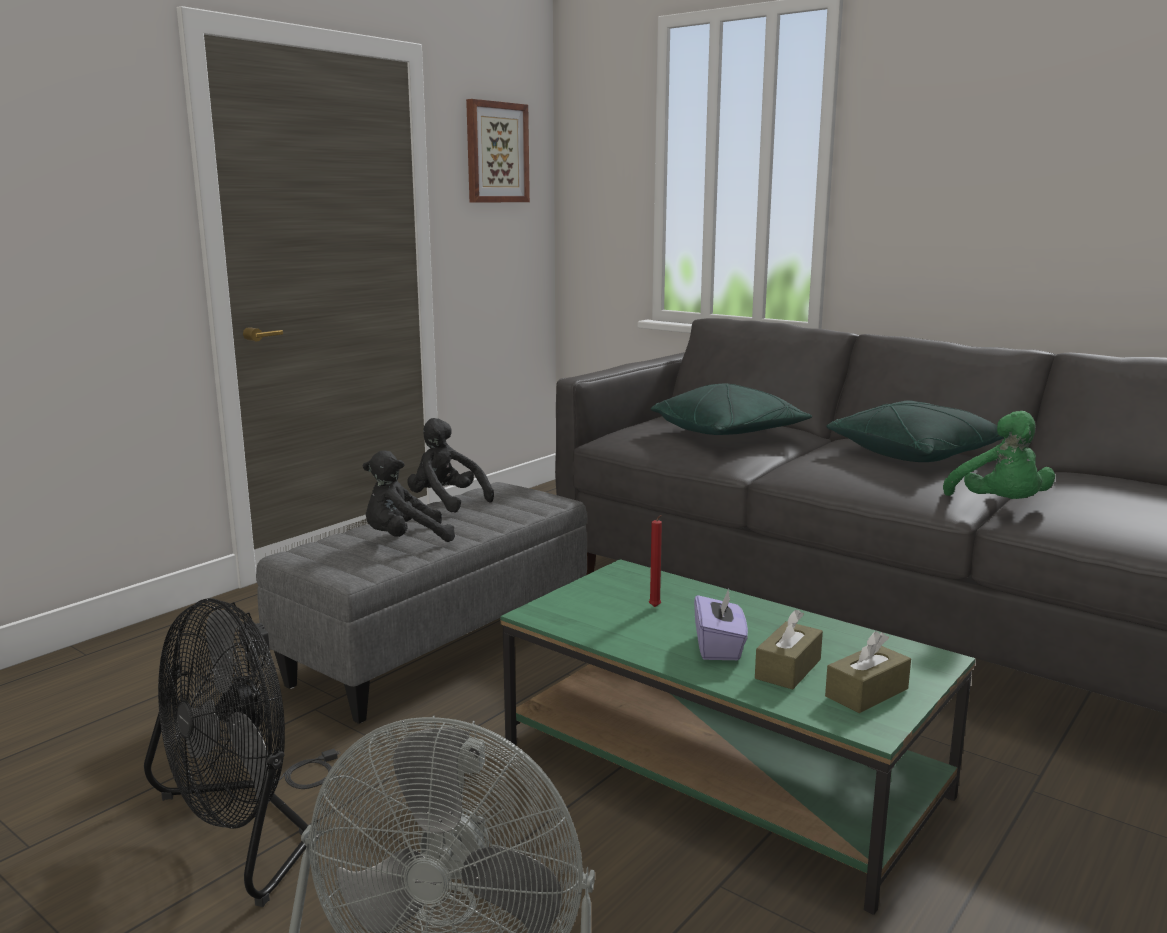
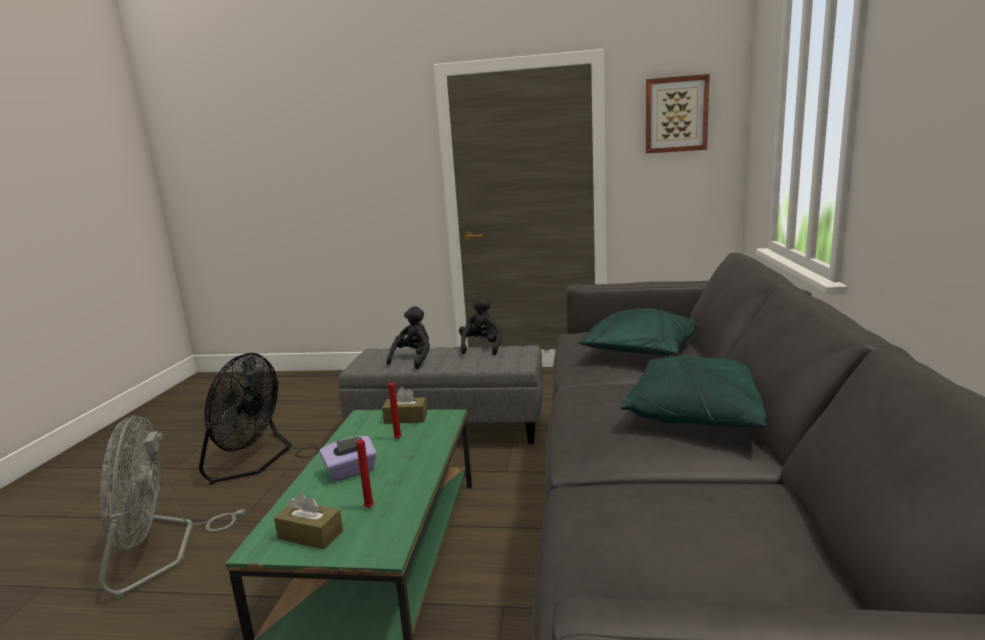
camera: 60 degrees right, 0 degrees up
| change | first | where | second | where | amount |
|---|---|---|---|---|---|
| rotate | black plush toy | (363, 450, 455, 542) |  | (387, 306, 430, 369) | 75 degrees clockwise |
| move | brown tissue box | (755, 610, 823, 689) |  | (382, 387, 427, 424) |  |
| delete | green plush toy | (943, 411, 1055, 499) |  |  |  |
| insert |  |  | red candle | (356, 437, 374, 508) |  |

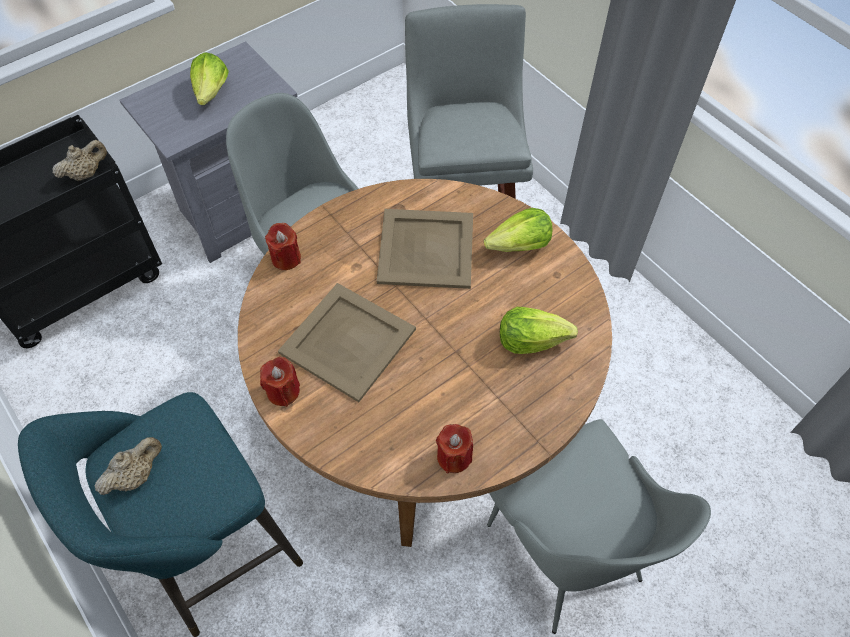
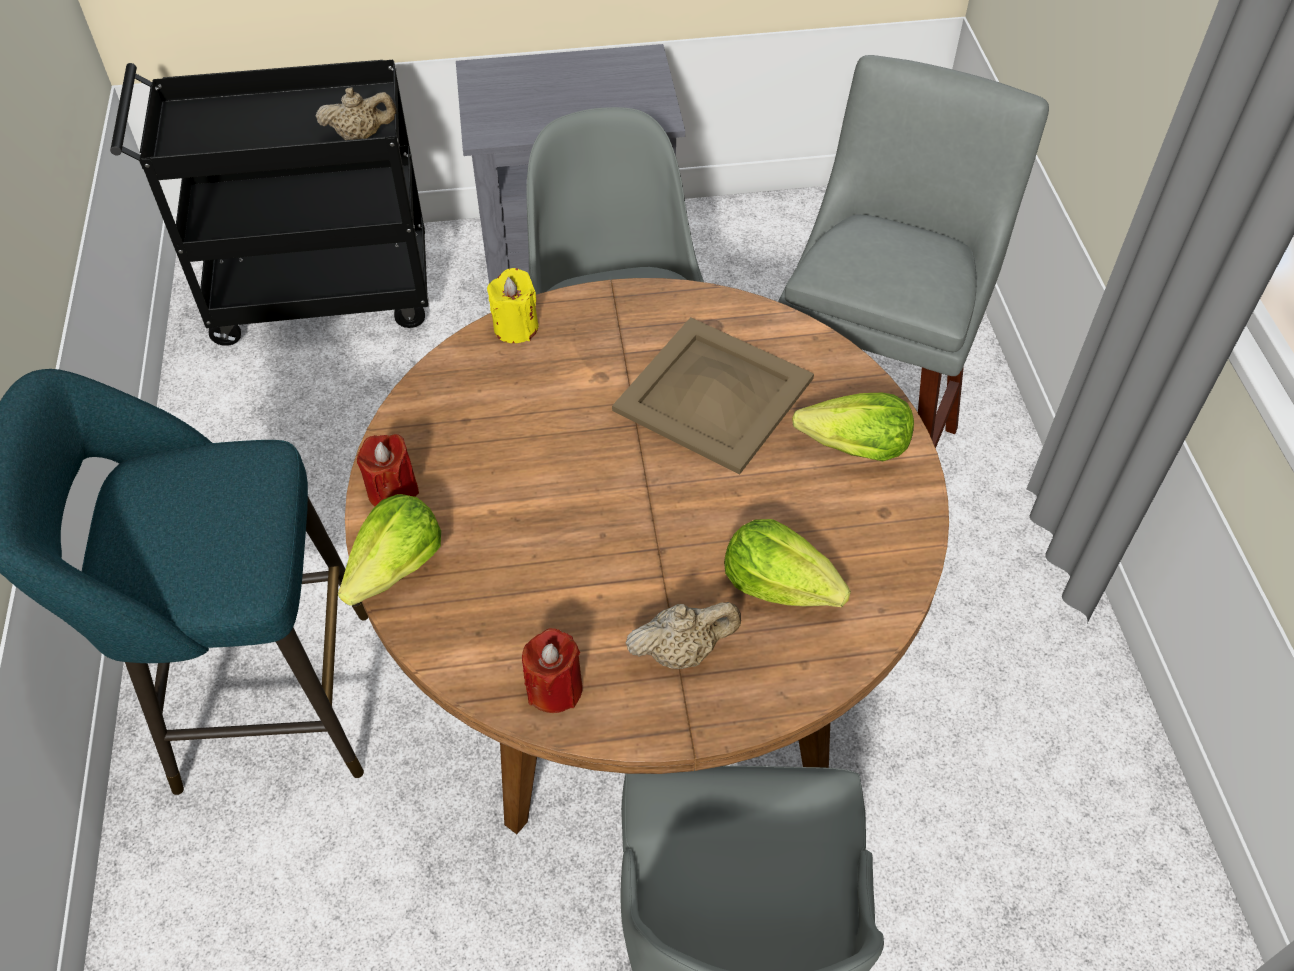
camera: 30 degrees right, 5 degrees down
| change | first | where | second | where | amount |
|---|---|---|---|---|---|
| move | beige teapot | (95, 437, 162, 495) |  | (626, 602, 741, 669) |  |
| move | lettuce | (190, 52, 229, 105) |  | (338, 494, 441, 606) |  |
| recolor | red candle | (265, 223, 301, 270) | yellow candle | (487, 268, 539, 343) |  |
| delete | beige tray | (278, 283, 416, 402) |  |  |  |

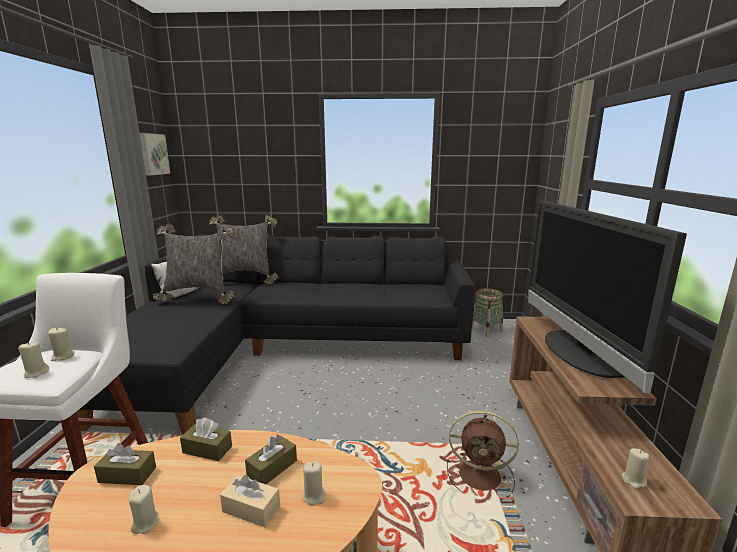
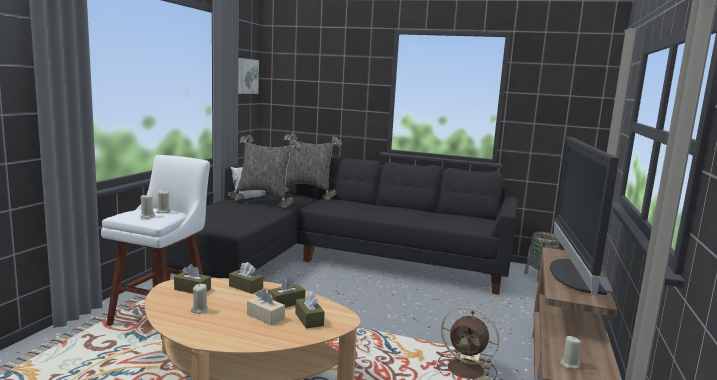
camera: 15 degrees right, 5 degrees down
| change | first | where | second | where | amount |
|---|---|---|---|---|---|
| replace | beige candle | (303, 461, 326, 506) | brown tissue box | (295, 291, 325, 329) |  |

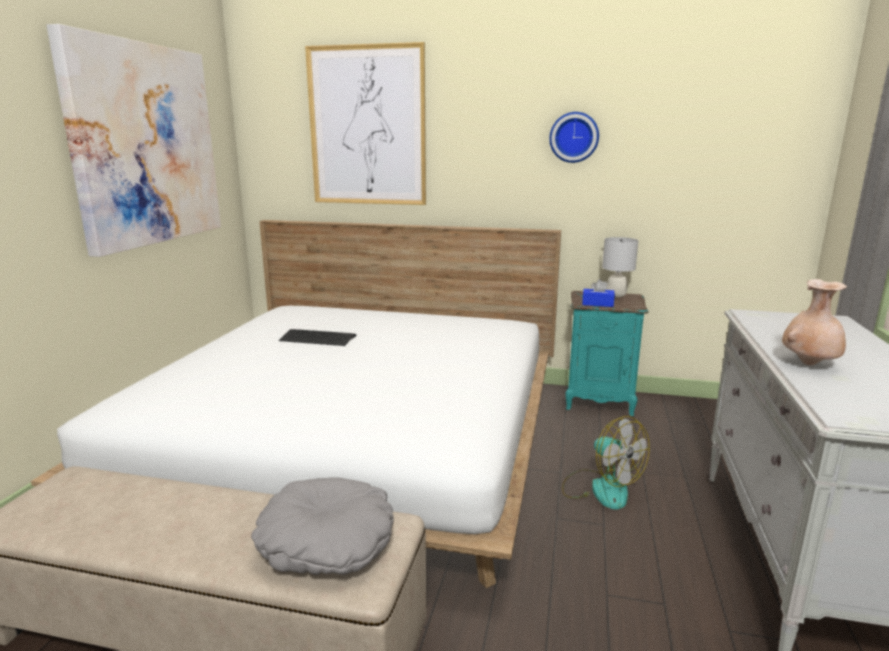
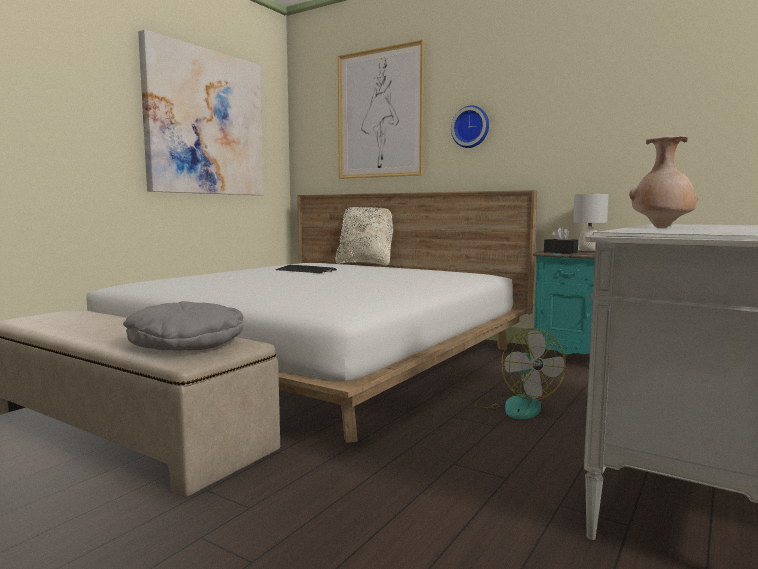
camera: 20 degrees right, 10 degrees down
| change | first | where | second | where | amount |
|---|---|---|---|---|---|
| move | wall clock | (549, 112, 599, 163) |  | (451, 105, 489, 148) |  |
| recolor | blue tissue box | (582, 279, 615, 307) | black tissue box | (544, 227, 578, 254) |  |
| insert |  |  | beige pillow | (335, 207, 394, 265) |  |

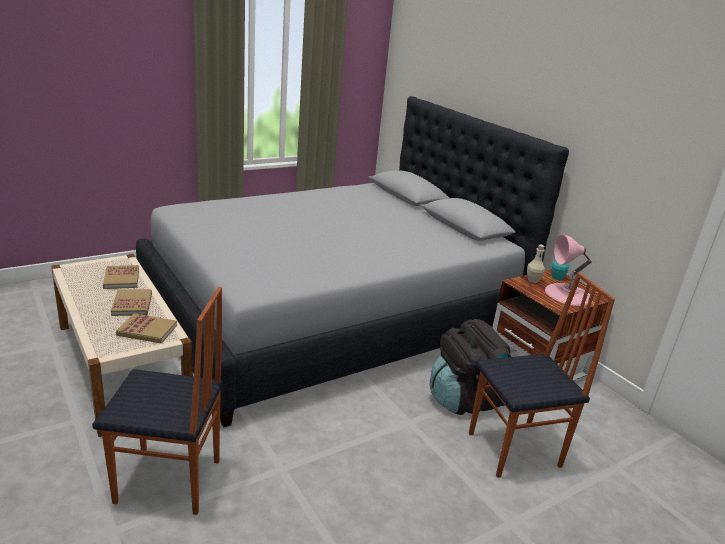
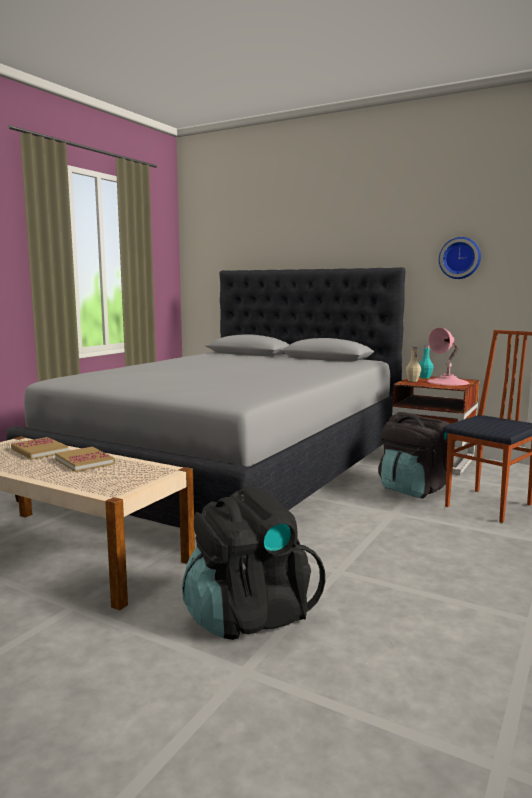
camera: 25 degrees left, 15 degrees down
| change | first | where | second | where | amount |
|---|---|---|---|---|---|
| replace | chair | (92, 287, 223, 515) | black backpack | (182, 486, 325, 640) |  |
| delete | book | (116, 313, 177, 344) |  |  |  |
| insert |  |  | wall clock | (439, 237, 481, 279) |  |

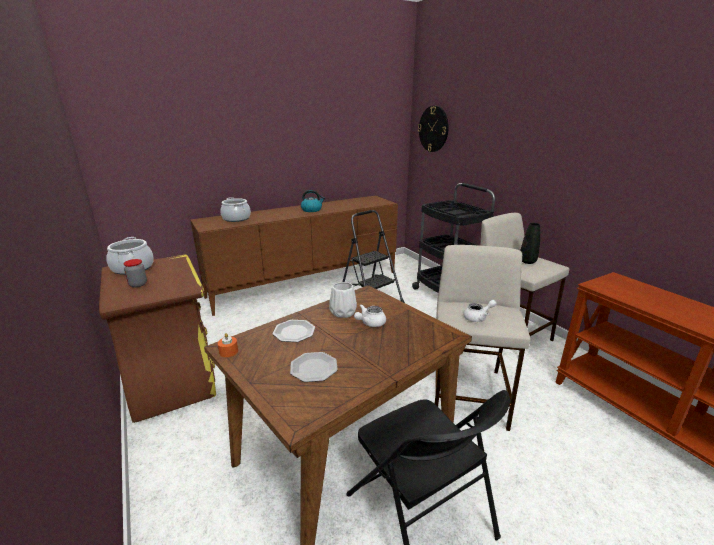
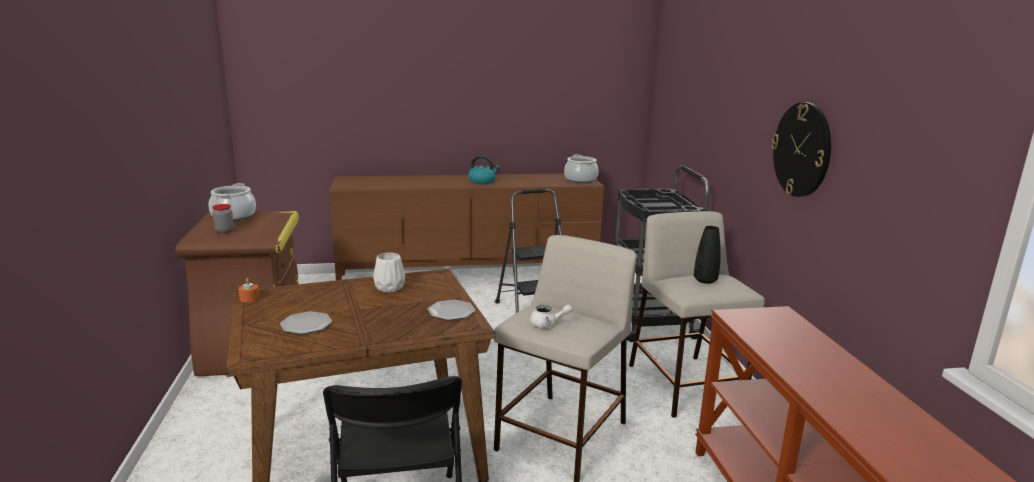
camera: 20 degrees right, 5 degrees down
| change | first | where | second | where | amount |
|---|---|---|---|---|---|
| move | cooking pot | (220, 197, 251, 222) |  | (564, 155, 599, 183) |  |
| move | plate | (273, 320, 315, 342) |  | (428, 300, 475, 320) |  |
| delete | white teapot | (354, 304, 386, 327) |  |  |  |
| move | wall clock | (418, 106, 449, 152) |  | (771, 102, 831, 197) |  |

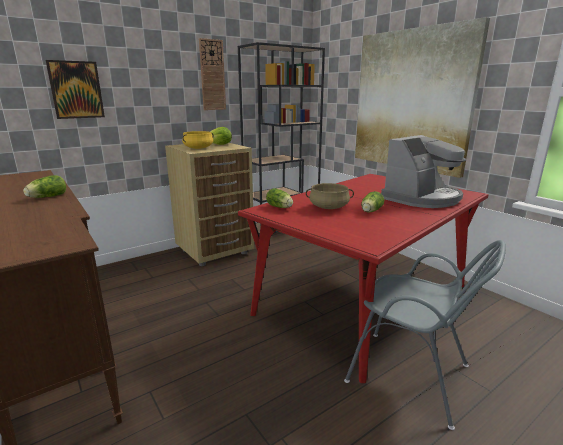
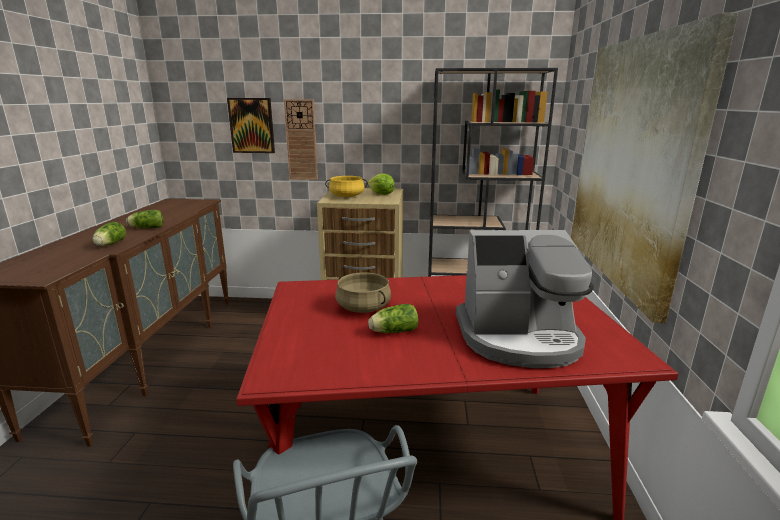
camera: 40 degrees right, 0 degrees up
| change | first | where | second | where | amount |
|---|---|---|---|---|---|
| move | wall clock | (199, 38, 226, 110) |  | (284, 99, 318, 180) |  |
| move | lettuce | (266, 188, 293, 208) |  | (92, 222, 126, 246) |  |

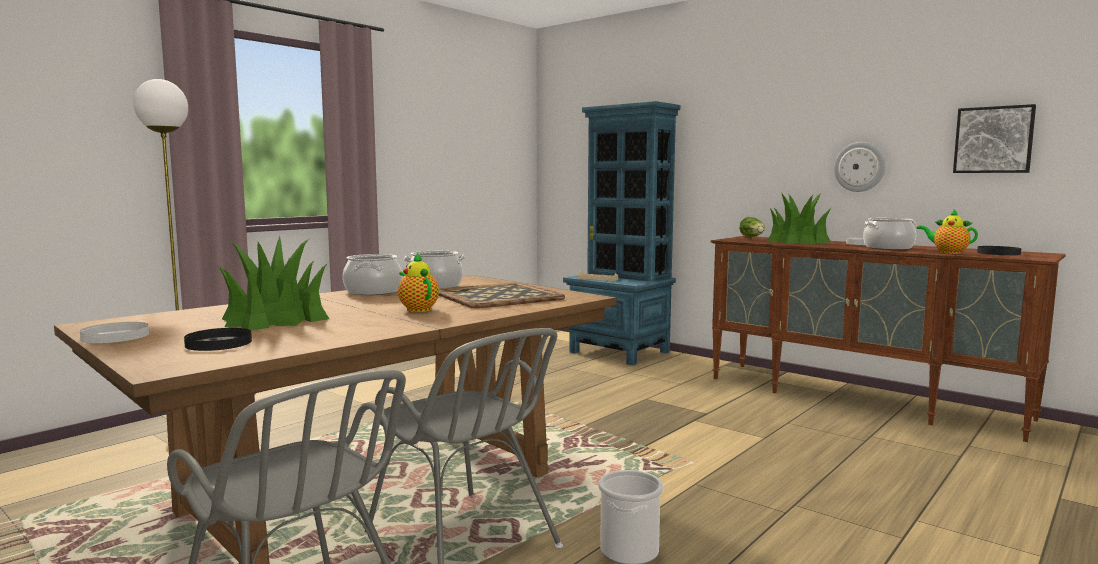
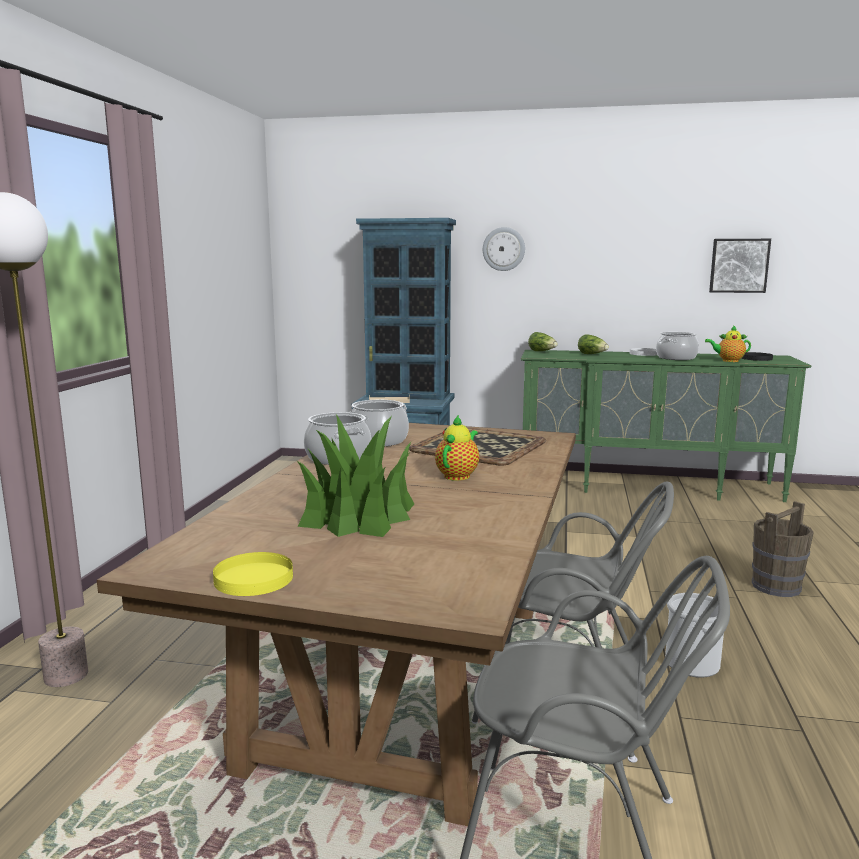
camera: 30 degrees left, 5 degrees up
| change | first | where | second | where | amount |
|---|---|---|---|---|---|
| recolor | white plate | (80, 322, 149, 343) | yellow plate | (213, 552, 293, 596) |  |
| delete | black plate | (184, 328, 252, 351) |  |  |  |
| rotate | teapot | (398, 253, 439, 312) |  | (435, 415, 479, 481) | 90 degrees clockwise |
| recolor | brown cabinet | (711, 236, 1066, 442) | green cabinet | (521, 350, 811, 502) |  |
| replace | potted plant | (767, 192, 831, 245) | lettuce | (578, 334, 609, 354) |  |
| move | wall clock | (834, 142, 886, 192) |  | (483, 227, 525, 271) |  |
| insert |  |  | brown bucket | (752, 501, 814, 597) |  |

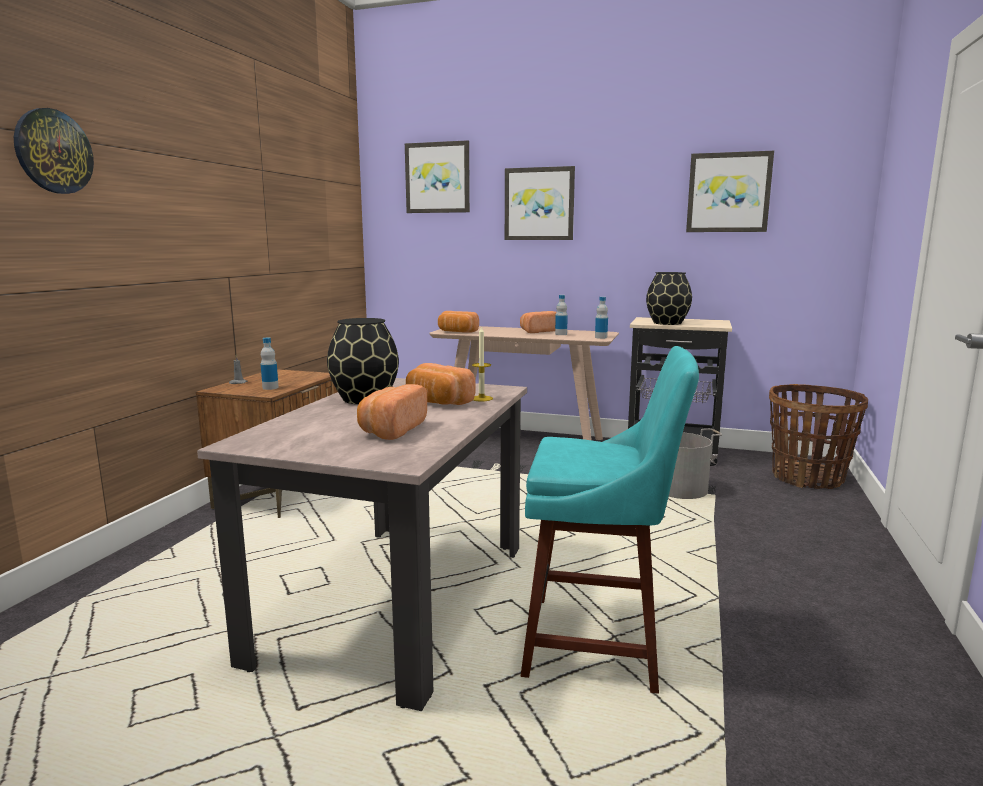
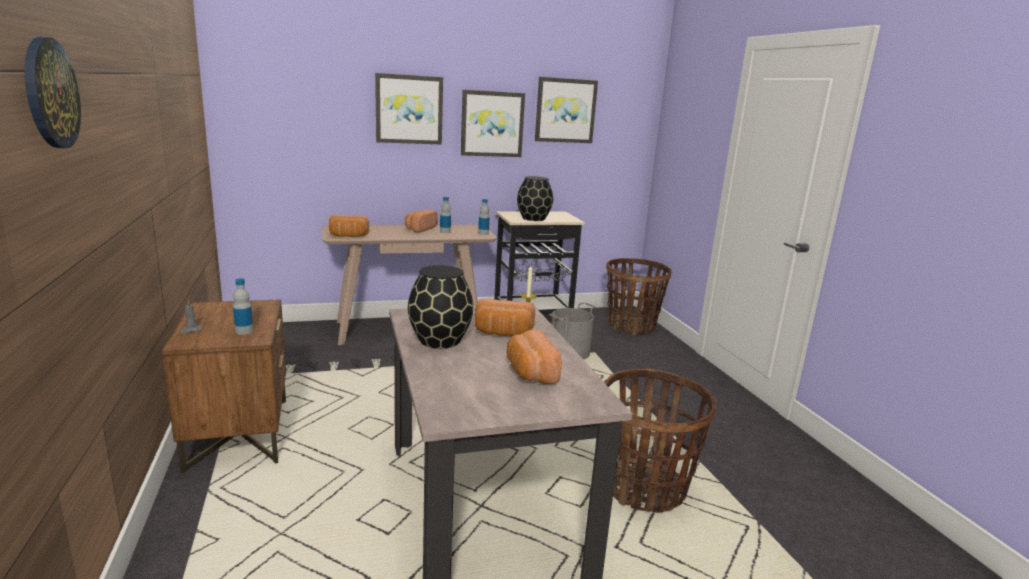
camera: 35 degrees left, 5 degrees up
| change | first | where | second | where | amount |
|---|---|---|---|---|---|
| move | picture | (405, 140, 470, 213) |  | (461, 90, 525, 157) |  |
| replace | turquoise chair | (520, 346, 699, 694) | basket | (604, 369, 717, 513) |  |

